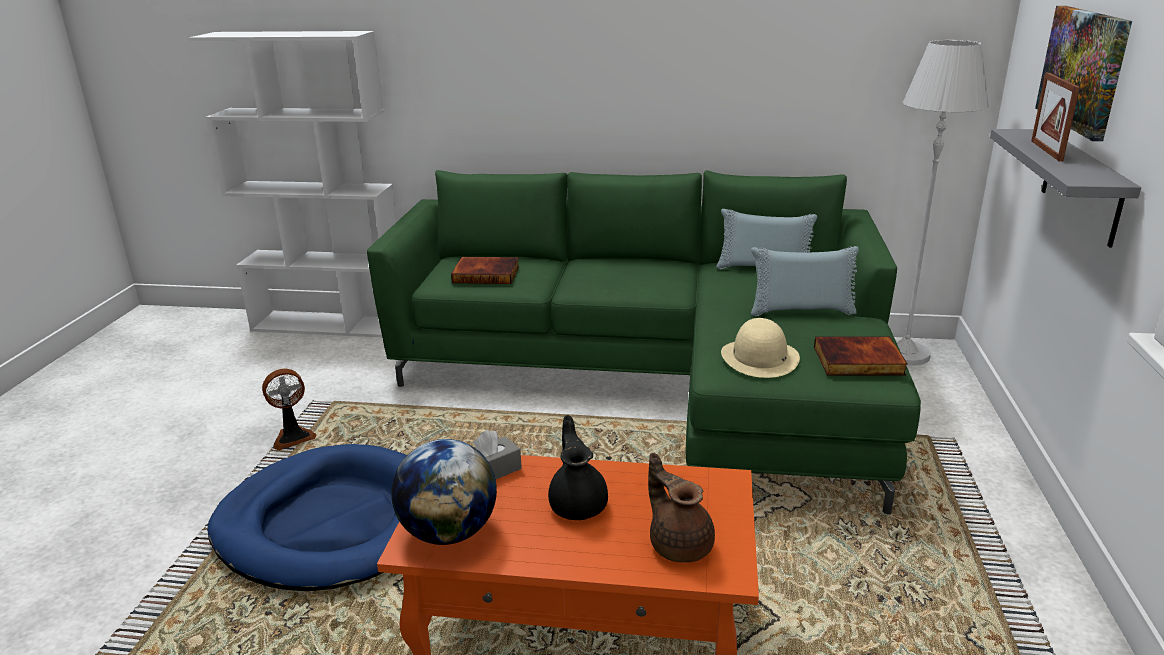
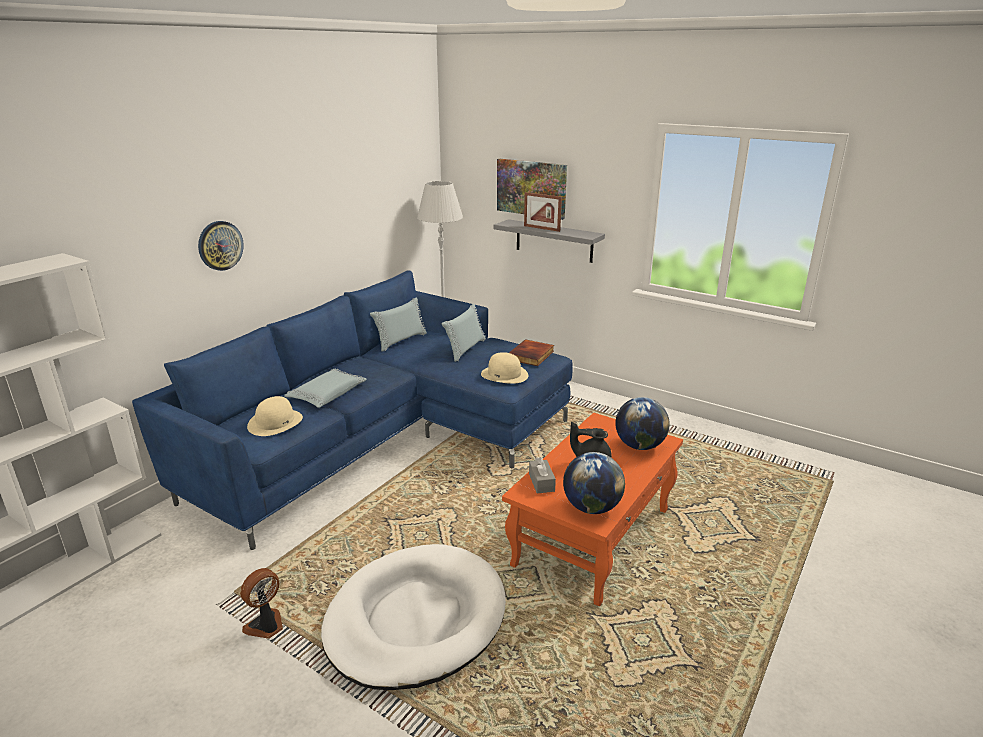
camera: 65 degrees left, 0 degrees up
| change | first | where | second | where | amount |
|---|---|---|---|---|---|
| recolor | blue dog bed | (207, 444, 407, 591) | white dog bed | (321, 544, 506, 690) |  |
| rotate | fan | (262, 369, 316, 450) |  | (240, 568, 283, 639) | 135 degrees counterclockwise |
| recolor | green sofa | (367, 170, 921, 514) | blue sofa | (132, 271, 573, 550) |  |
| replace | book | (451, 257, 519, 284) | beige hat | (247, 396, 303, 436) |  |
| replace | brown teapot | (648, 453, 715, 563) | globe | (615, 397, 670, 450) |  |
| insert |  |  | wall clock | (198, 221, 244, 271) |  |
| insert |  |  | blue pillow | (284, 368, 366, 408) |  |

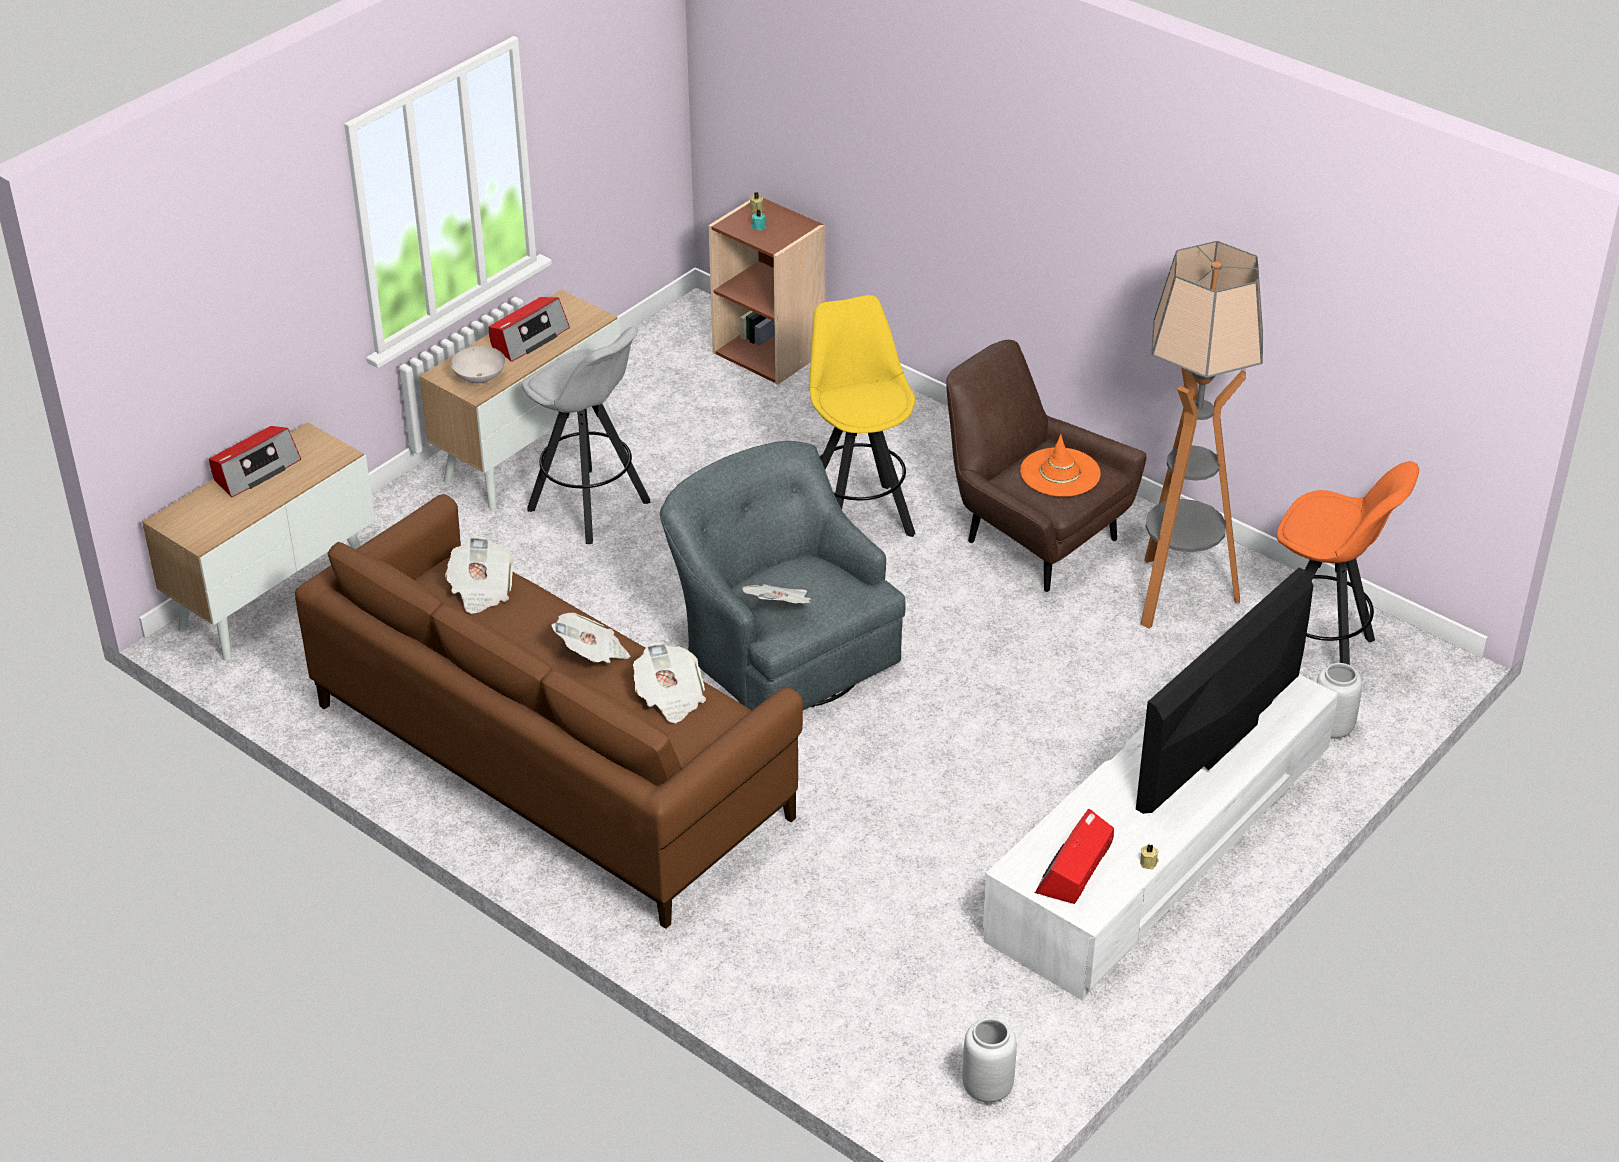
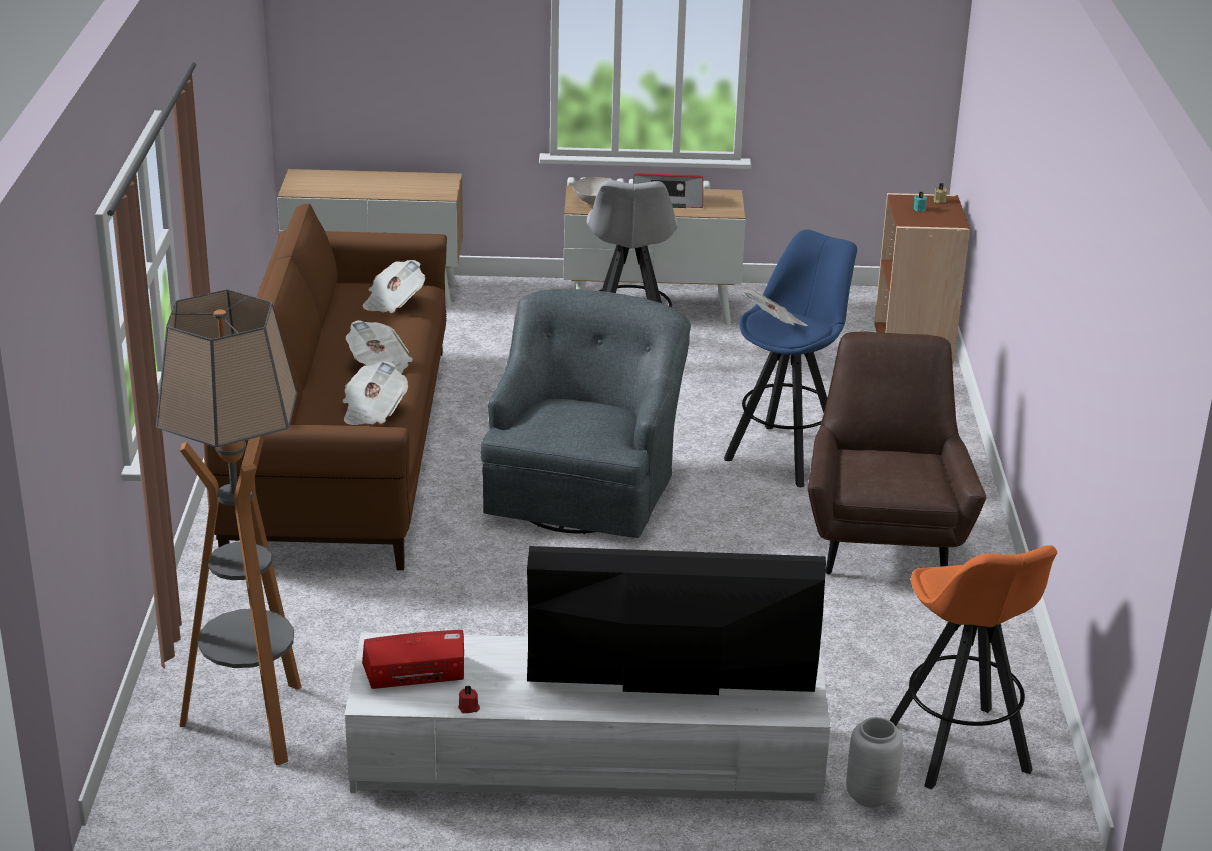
camera: 50 degrees right, 10 degrees down
| change | first | where | second | where | amount |
|---|---|---|---|---|---|
| delete | radio | (209, 426, 301, 497) |  |  |  |
| move | newspaper | (742, 584, 811, 603) |  | (742, 289, 808, 326) |  |
| recolor | yellow stool | (809, 295, 916, 537) | blue stool | (724, 229, 857, 487) |  |
| delete | grey vase | (962, 1018, 1017, 1103) |  |  |  |
| delete | orange hat | (1020, 434, 1101, 497) |  |  |  |
| recolor | beige candle | (1140, 844, 1159, 870) | red candle | (458, 685, 480, 713) |  |
| move | floor lamp | (1141, 241, 1263, 629) |  | (156, 289, 301, 766) |  |

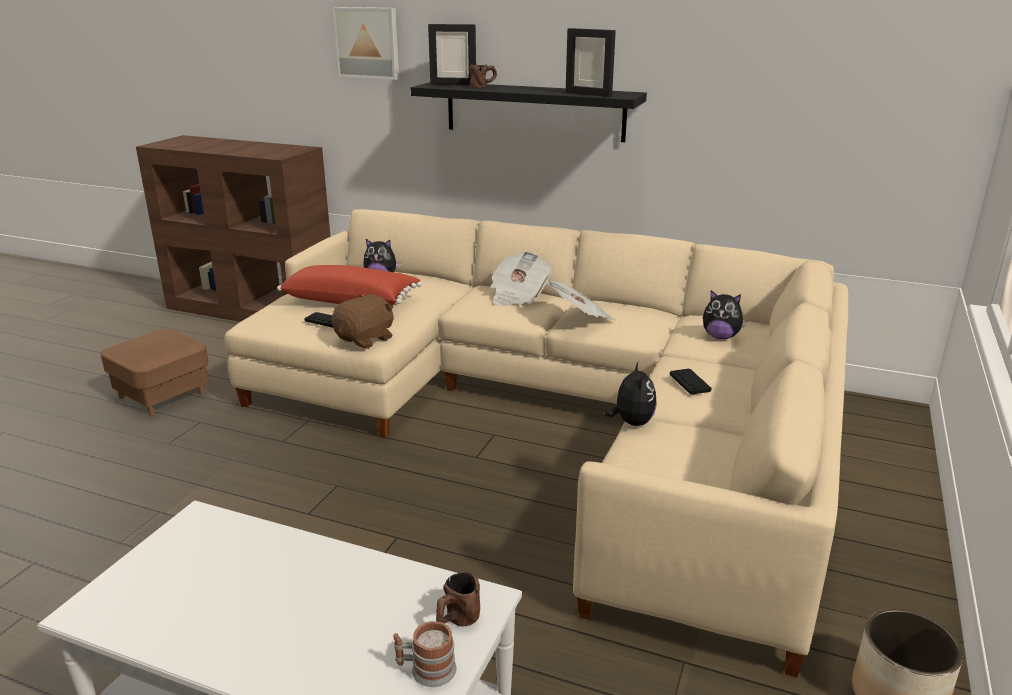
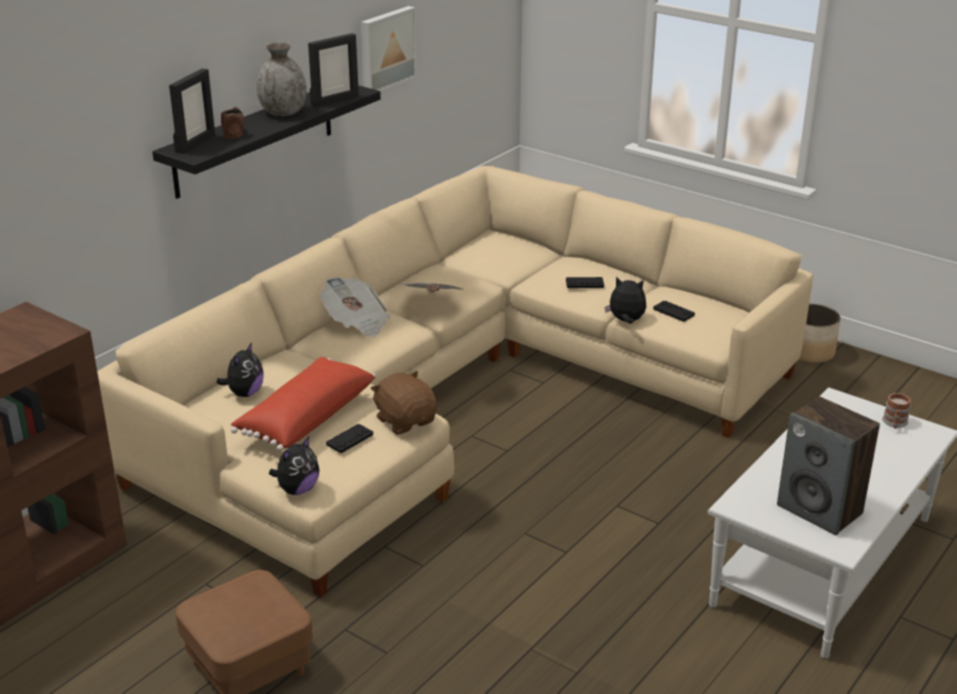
camera: 75 degrees left, 5 degrees up
| change | first | where | second | where | amount |
|---|---|---|---|---|---|
| move | picture | (333, 7, 399, 80) |  | (361, 6, 417, 92) |  |
| delete | brown mug | (436, 571, 480, 627) |  |  |  |
| move | plush toy | (703, 290, 748, 339) |  | (269, 437, 319, 495) |  |
| insert |  |  | grey vase | (257, 42, 307, 116) |  |
| insert |  |  | black game controller | (653, 301, 695, 322) |  |
| insert |  |  | speaker | (777, 396, 880, 535) |  |

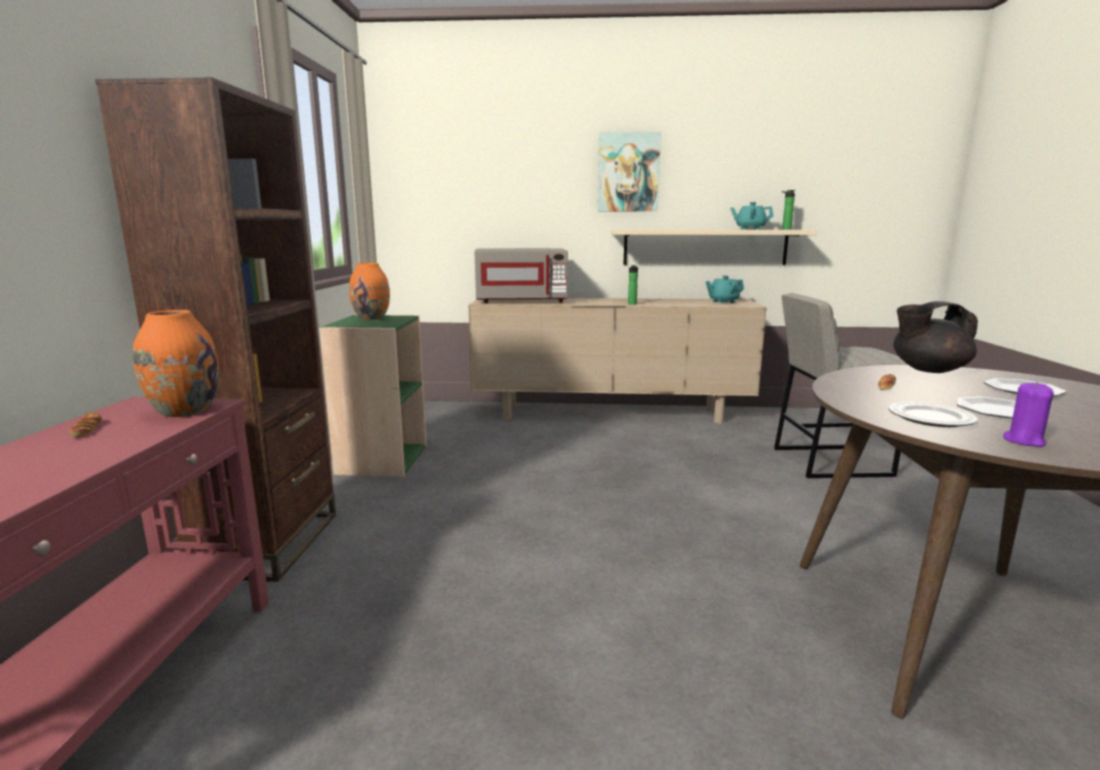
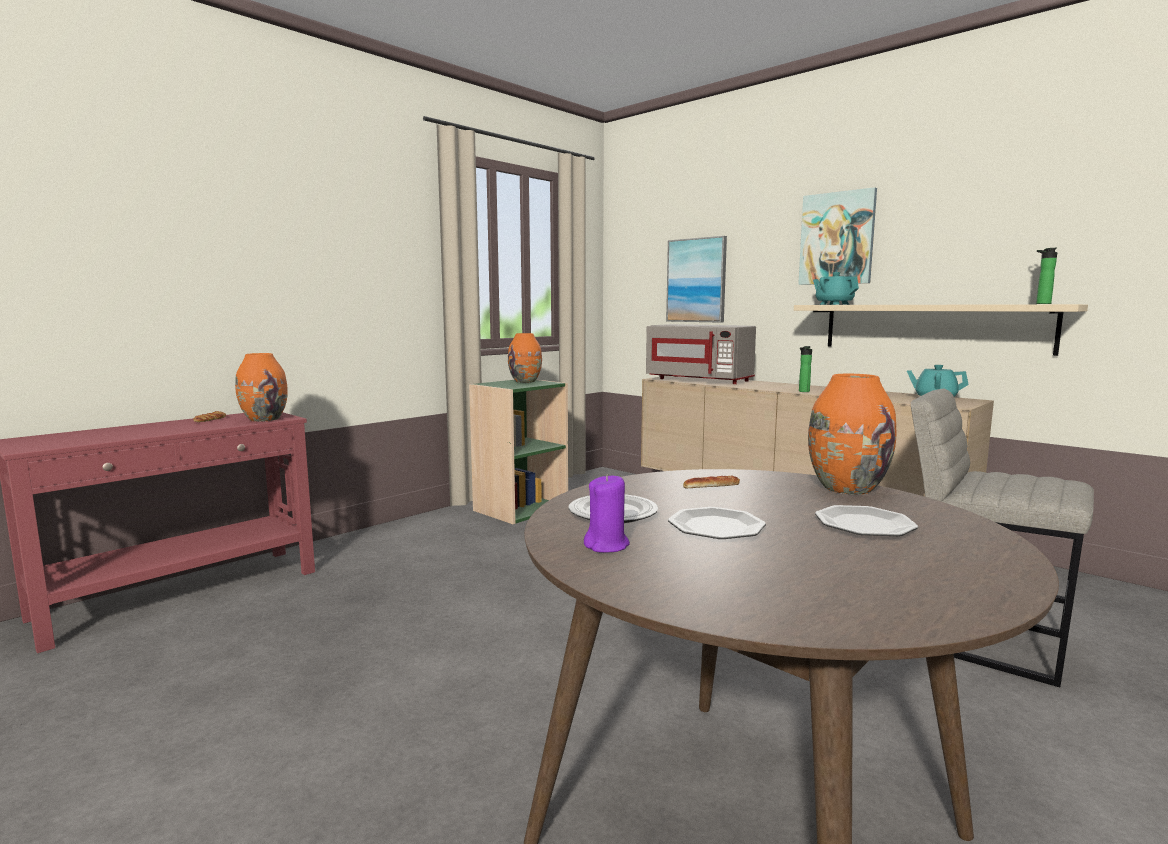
camera: 40 degrees right, 5 degrees down
| change | first | where | second | where | amount |
|---|---|---|---|---|---|
| delete | brown bookcase | (95, 77, 336, 582) |  |  |  |
| move | turquoise teapot | (730, 202, 774, 230) |  | (813, 272, 859, 305) |  |
| replace | black teapot | (893, 301, 978, 373) | orange vase | (808, 374, 896, 495) |  |
| insert |  |  | picture | (666, 236, 727, 323) |  |

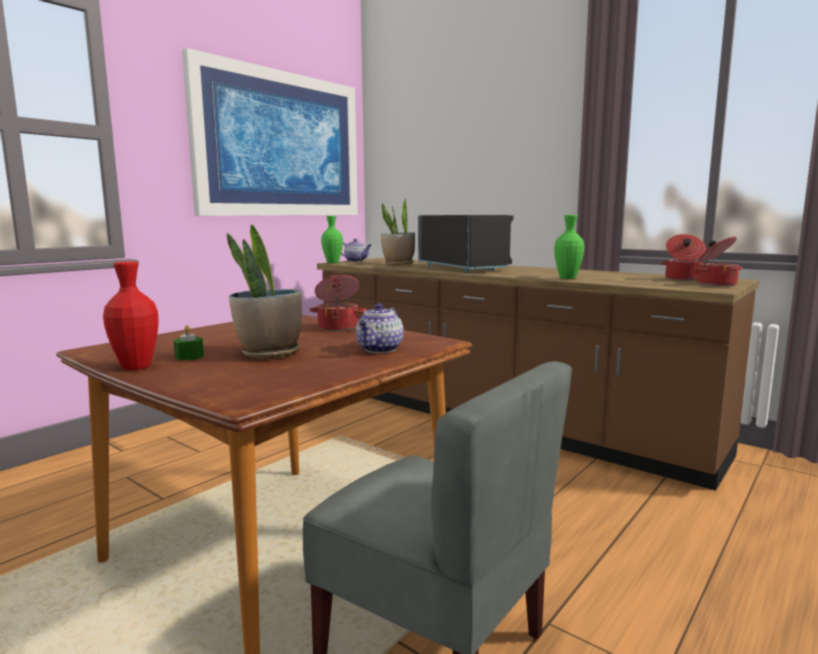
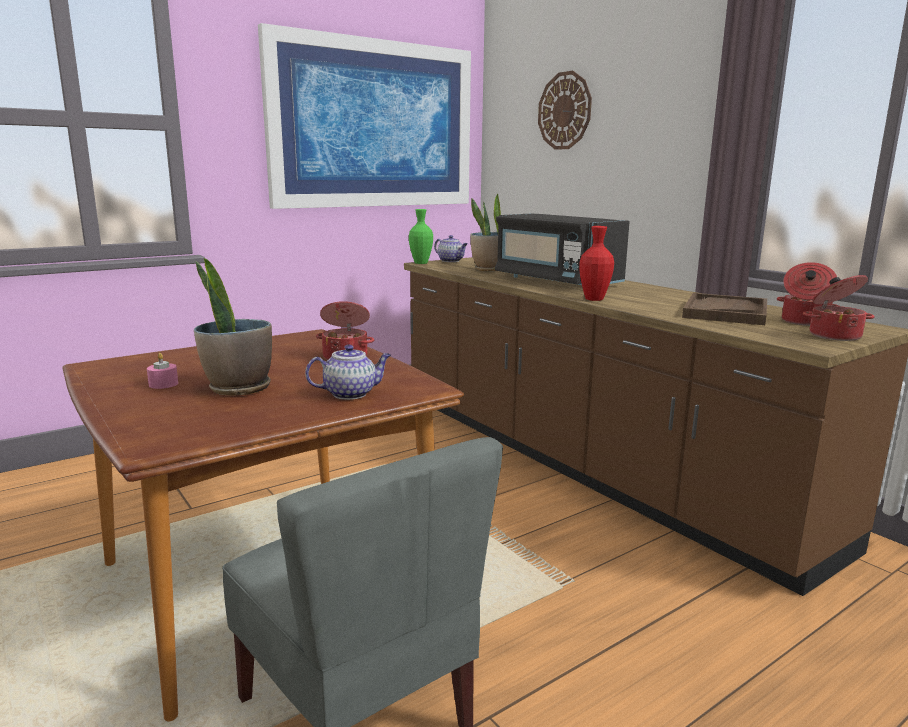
camera: 15 degrees right, 5 degrees up
| change | first | where | second | where | amount |
|---|---|---|---|---|---|
| move | red vase | (103, 261, 159, 370) |  | (579, 226, 614, 301) |  |
| recolor | green candle | (174, 325, 204, 360) | pink candle | (147, 353, 178, 389) |  |
| rotate | teapot | (356, 303, 404, 353) |  | (305, 345, 391, 400) | 150 degrees counterclockwise |
| rotate | black microwave | (418, 215, 514, 272) |  | (495, 213, 630, 289) | 150 degrees clockwise |
| delete | green vase | (554, 215, 584, 279) |  |  |  |
| insert |  |  | wall clock | (538, 71, 592, 150) |  |
| insert |  |  | brown tray | (682, 293, 767, 325) |  |

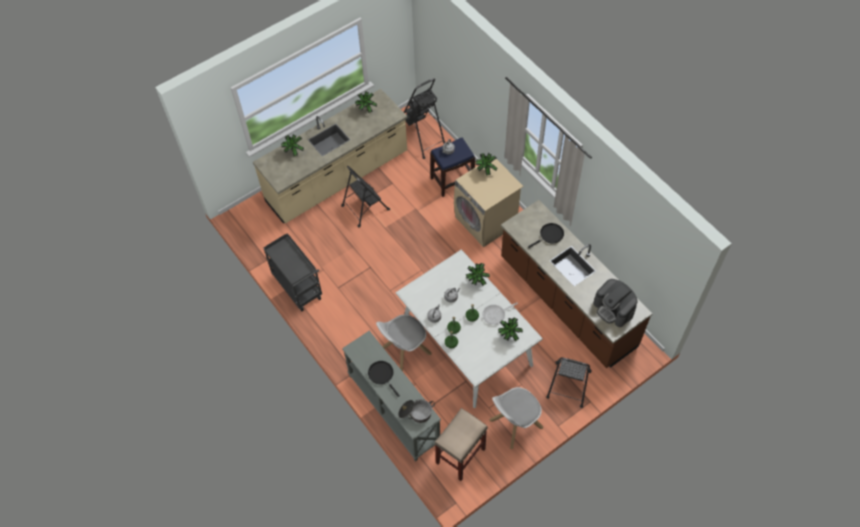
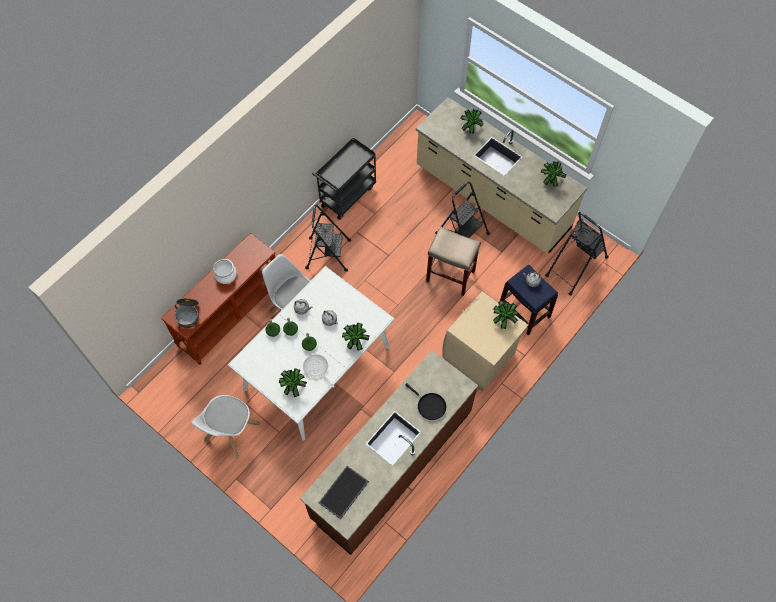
camera: 75 degrees right, 5 degrees up
| change | first | where | second | where | amount |
|---|---|---|---|---|---|
| recolor | grey console table | (342, 331, 441, 462) | brown console table | (161, 233, 276, 365) |  |
| replace | black frying pan | (368, 361, 400, 397) | cooking pot | (213, 259, 237, 284) |  |
| move | beige stool | (434, 408, 488, 481) |  | (426, 226, 481, 296) |  |
| rotate | chair | (489, 387, 543, 449) |  | (192, 395, 260, 459) | 105 degrees counterclockwise |
| move | black step ladder | (546, 357, 592, 408) |  | (305, 205, 351, 272) |  |
| replace | coffee machine | (593, 279, 638, 327) | tray | (319, 466, 369, 519) |  |

